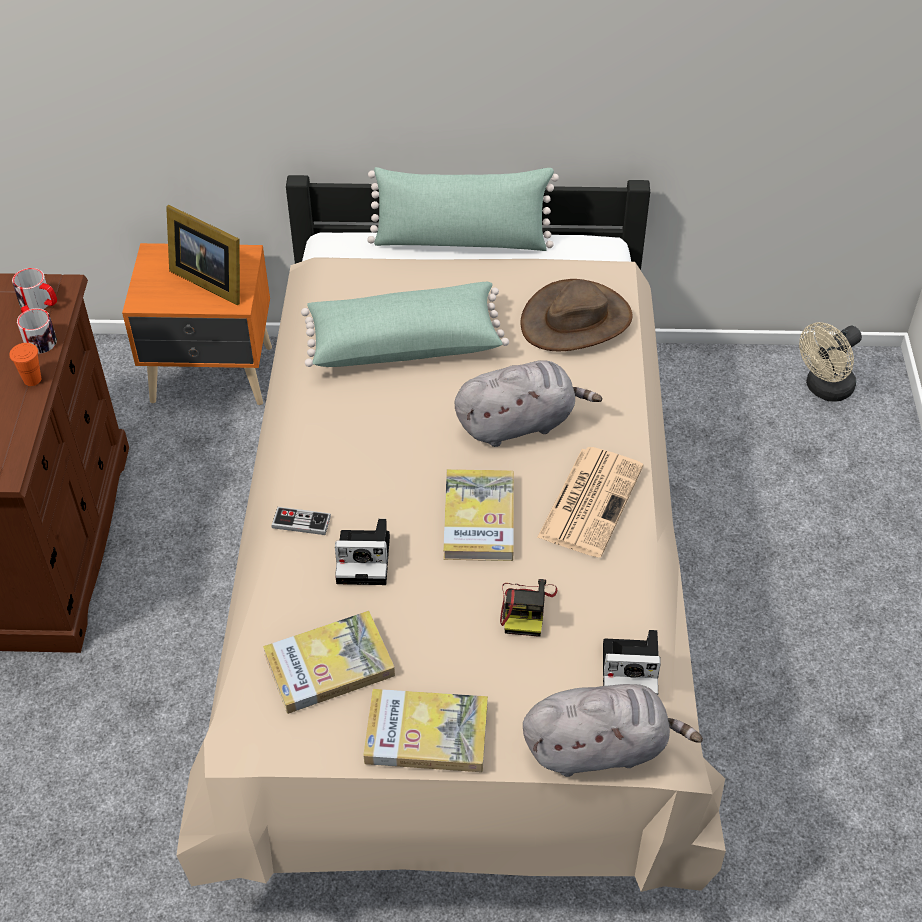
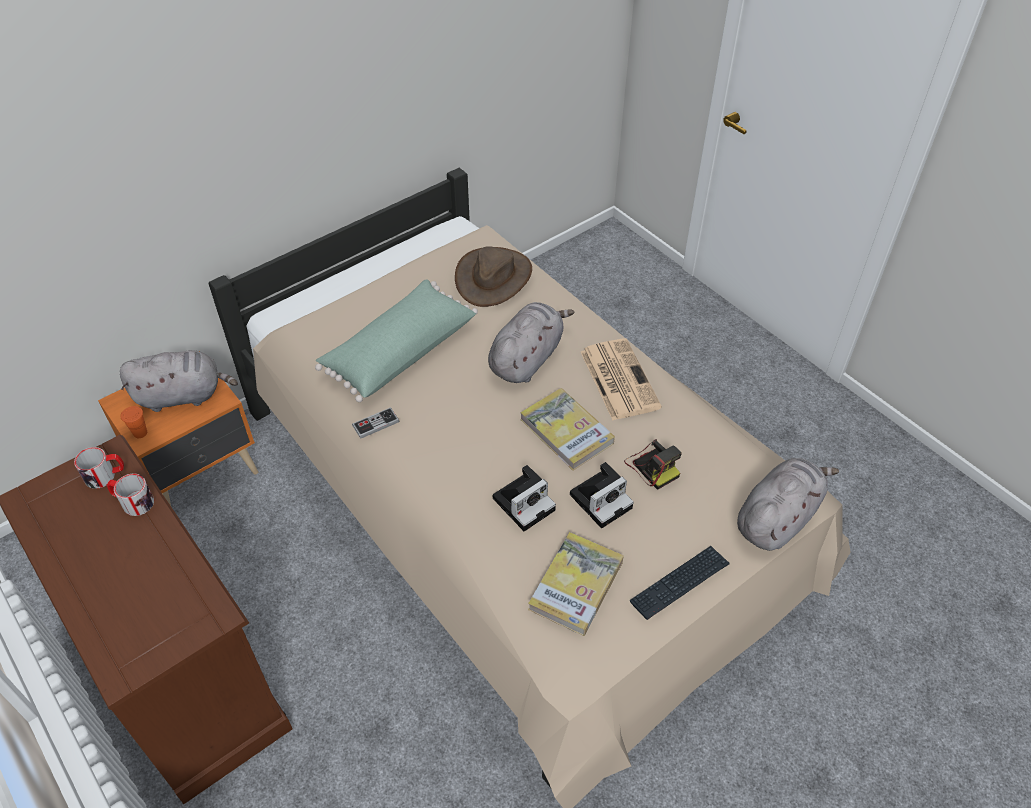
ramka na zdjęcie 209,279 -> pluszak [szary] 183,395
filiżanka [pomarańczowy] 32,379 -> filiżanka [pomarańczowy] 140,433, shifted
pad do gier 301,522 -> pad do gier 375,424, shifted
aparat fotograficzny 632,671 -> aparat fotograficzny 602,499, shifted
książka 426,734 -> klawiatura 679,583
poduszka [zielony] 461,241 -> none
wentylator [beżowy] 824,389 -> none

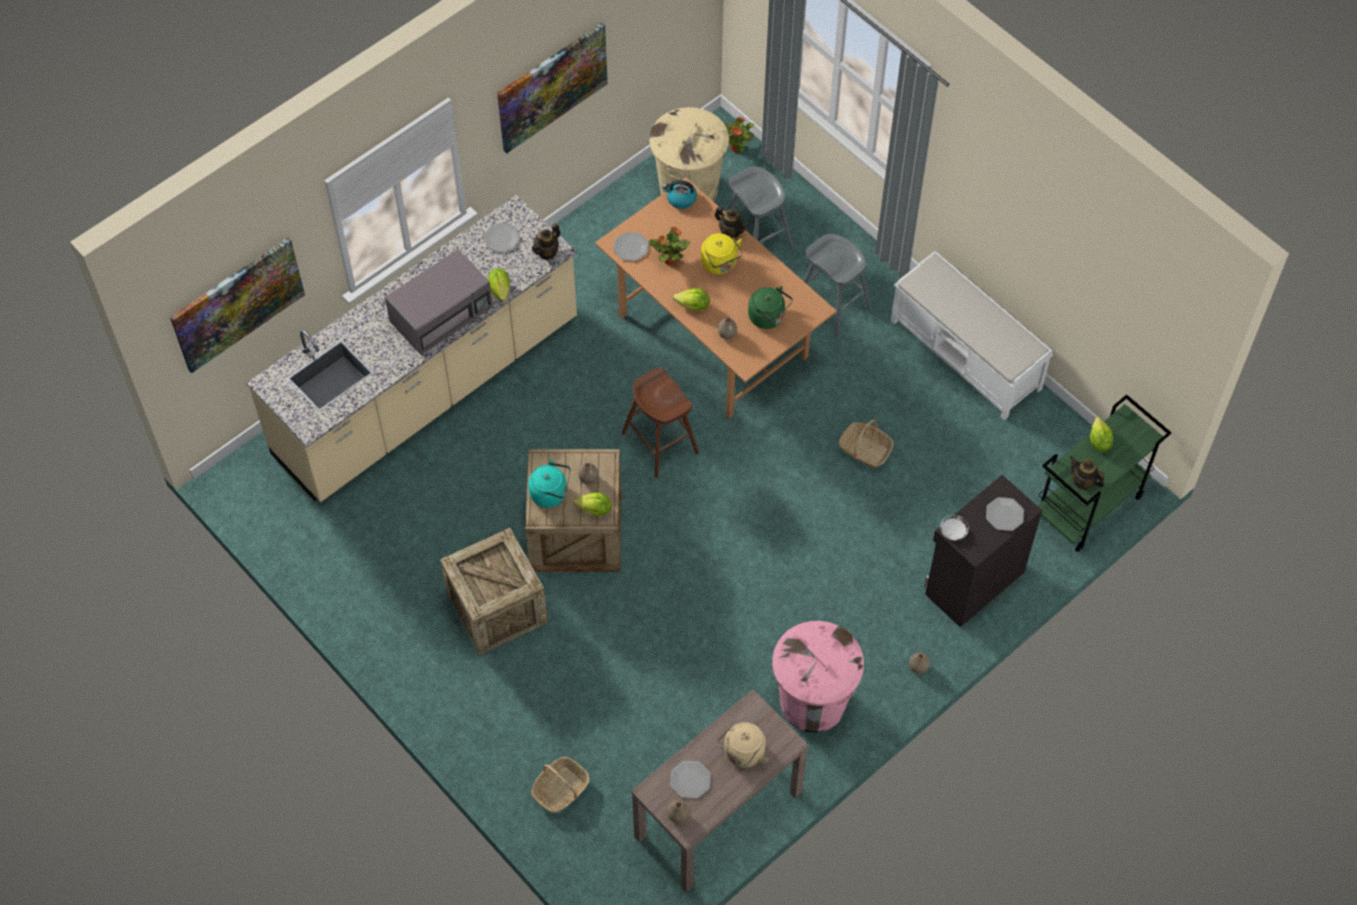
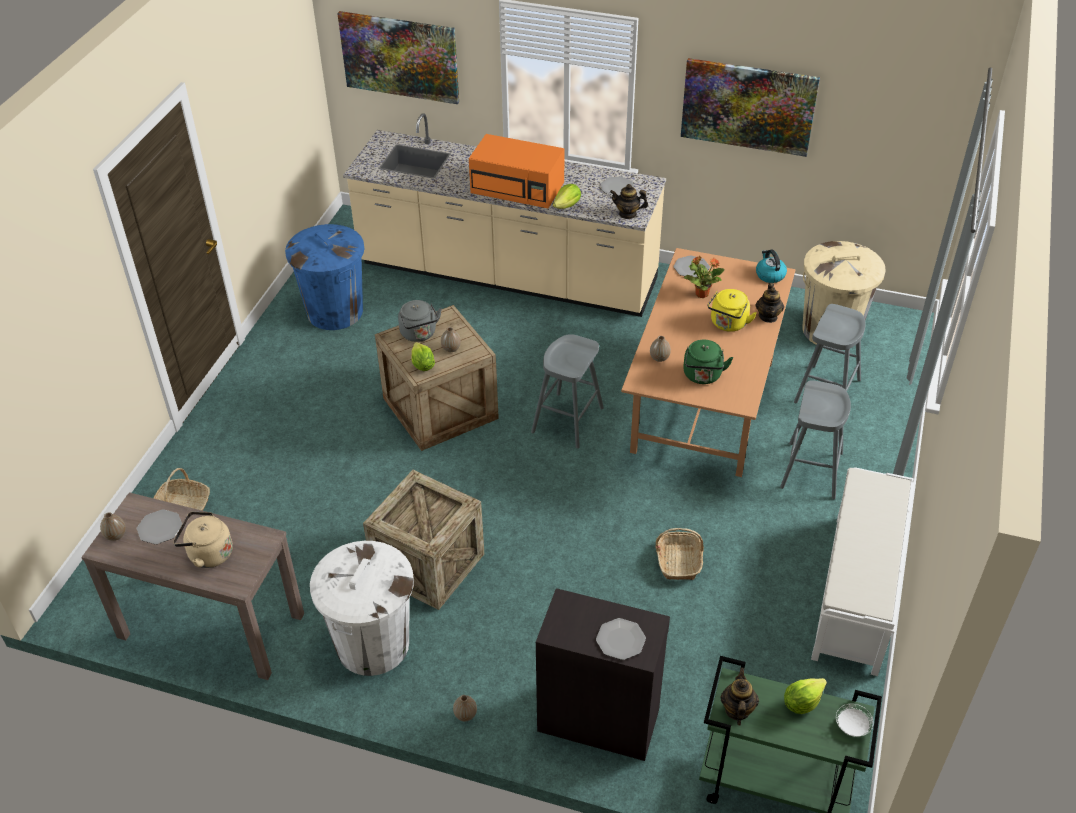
none -> kosz na śmieci [niebieski] 335,311
kosz na śmieci [różowy] 813,702 -> kosz na śmieci [biały] 372,645
skrzynka 497,608 -> skrzynka 428,564, shifted
czajnik [turkusowy] 551,494 -> czajnik [szary] 419,334
mikrofalówka [szary] 442,313 -> mikrofalówka [pomarańczowy] 518,187
stołek [brązowy] 660,443 -> stołek [szary] 567,420
talerz [biały] 953,532 -> talerz [biały] 852,726, shifted
sałata 693,306 -> none
roślina doniczkowa 736,147 -> none

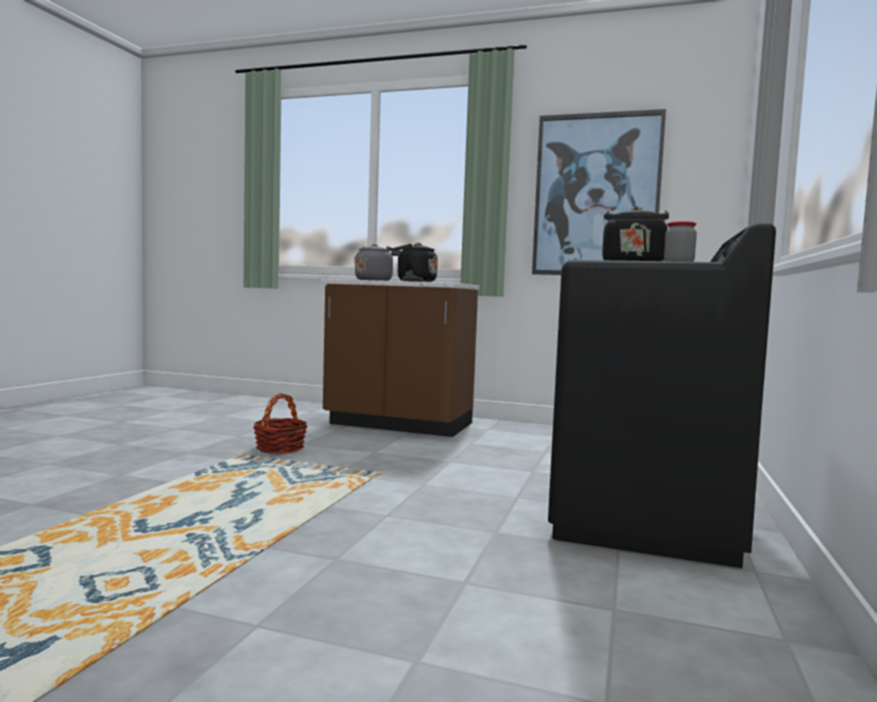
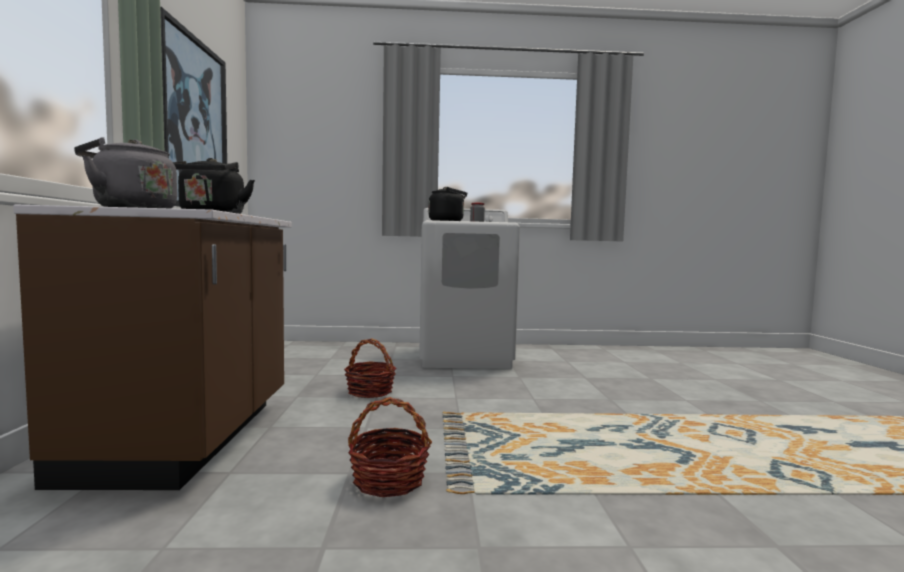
none -> koszyk 370,391
pralka [czarny] 643,523 -> pralka [biały] 465,357

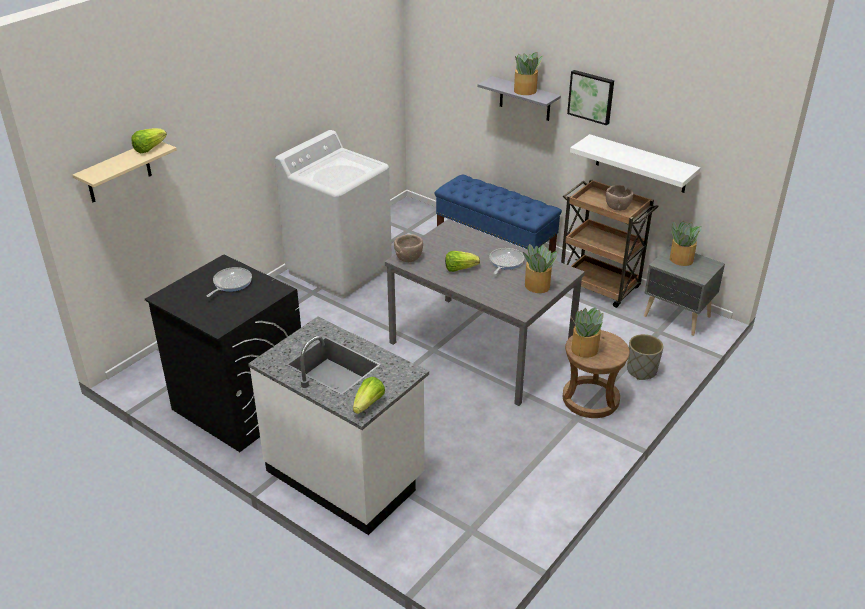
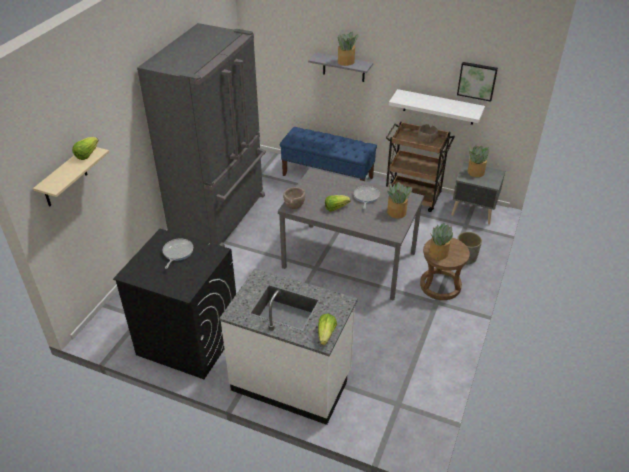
pralka [biały] 340,269 -> lodówka [szary] 221,214
obraz 591,96 -> obraz 477,80, shifted

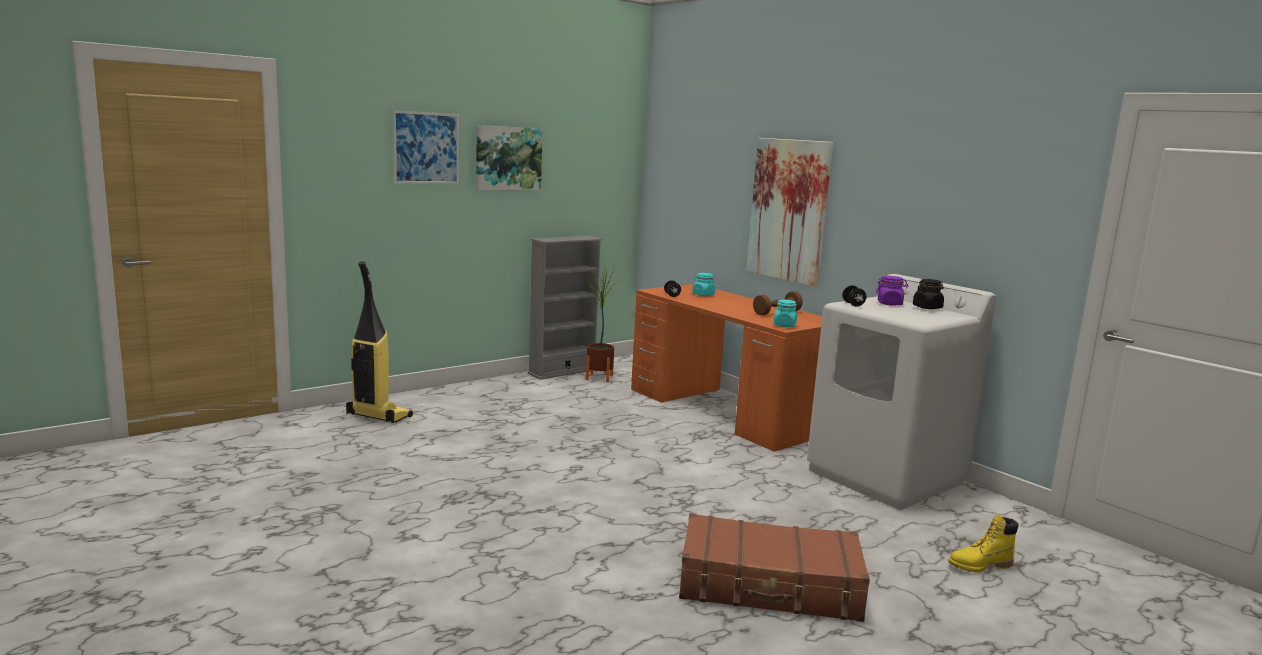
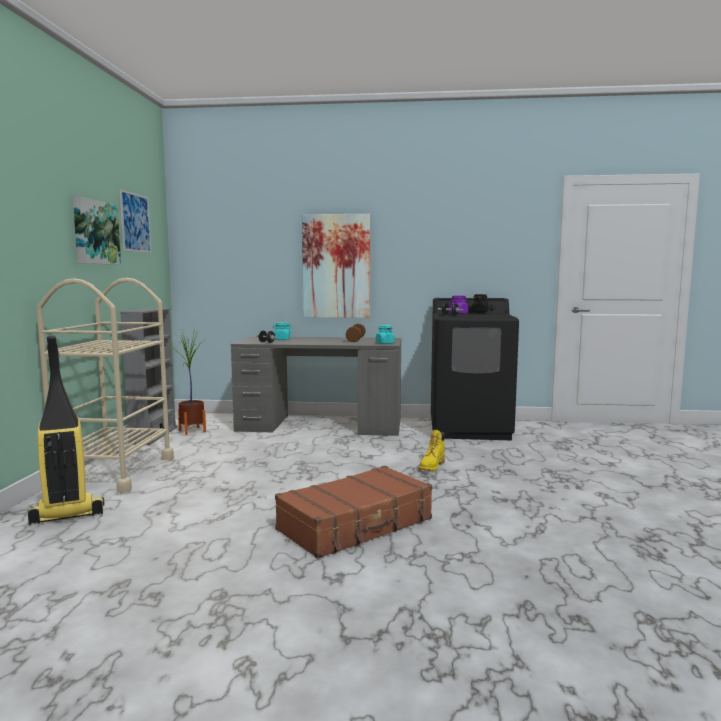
none -> wózek [beżowy] 114,472
obraz 426,148 -> obraz 135,222, shifted
biurko [pomarańczowy] 726,410 -> biurko [szary] 321,424
walizka [brązowy] 770,586 -> walizka [brązowy] 356,525, shifted
but z cholewką [żółty] 979,566 -> but z cholewką [żółty] 432,467, shifted
pralka [biały] 886,477 -> pralka [czarny] 470,429

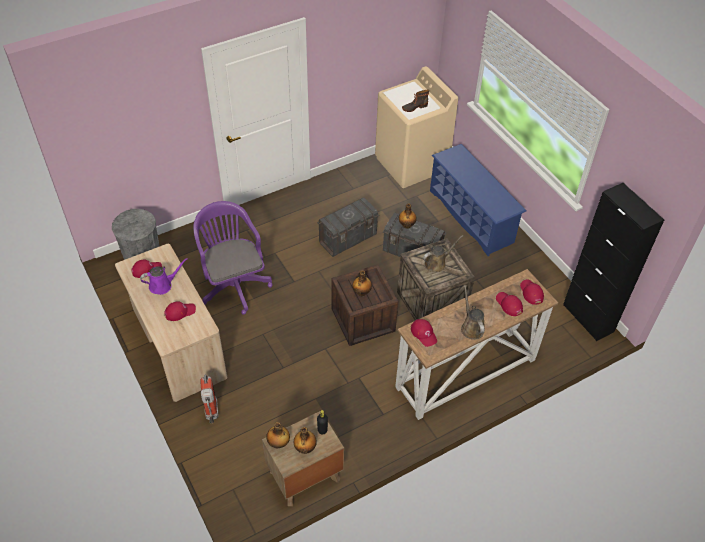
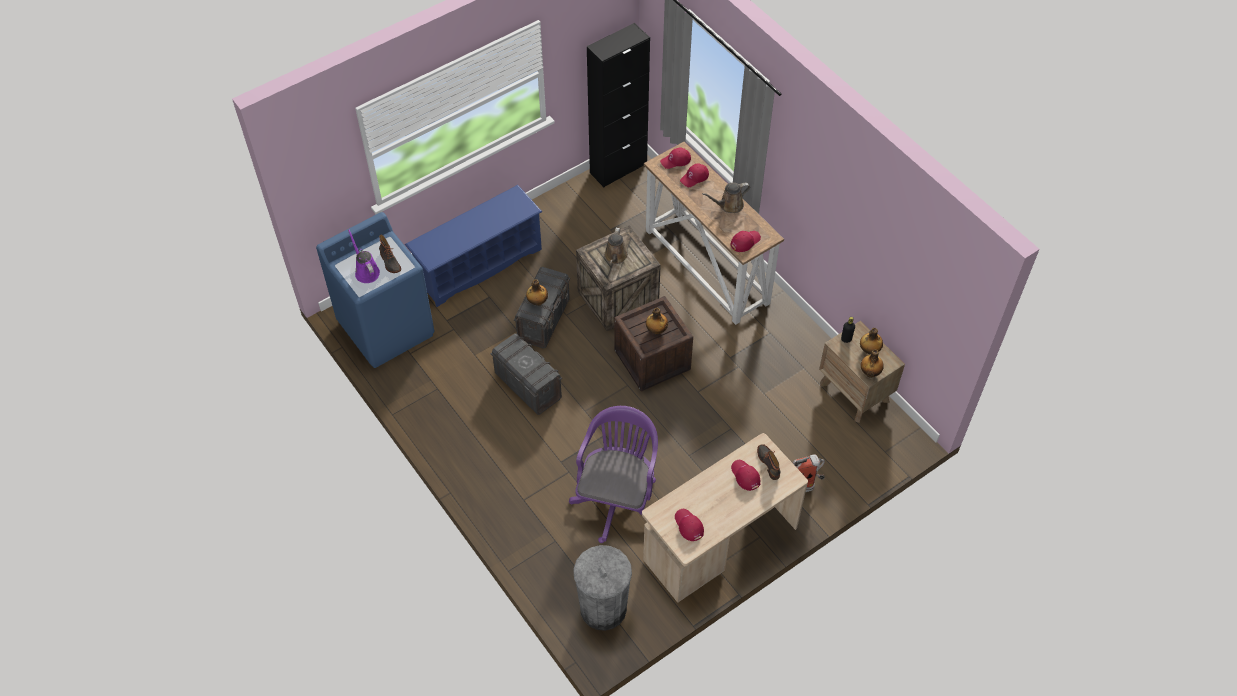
pralka [beżowy] 411,164 -> pralka [niebieski] 387,328
konewka [fioletowy] 163,285 -> konewka [fioletowy] 366,271, shifted
krzesło biurowe [fioletowy] 233,284 -> krzesło biurowe [fioletowy] 617,499, 135 degrees clockwise
konewka [brązowy] 437,263 -> konewka [brązowy] 615,257, 135 degrees counterclockwise
none -> but z cholewką 769,463

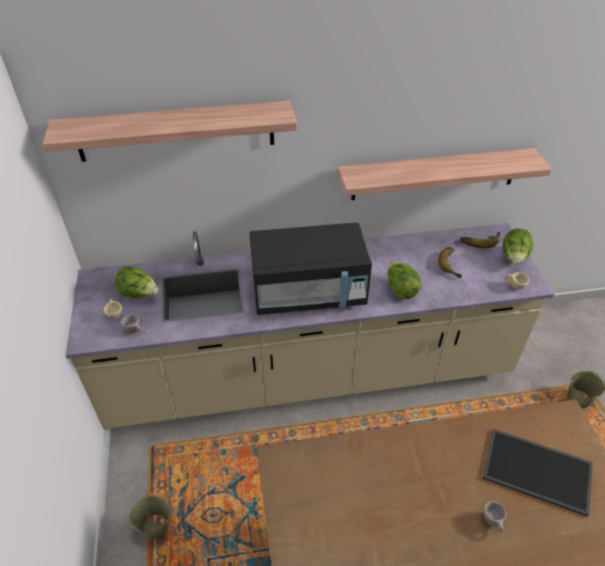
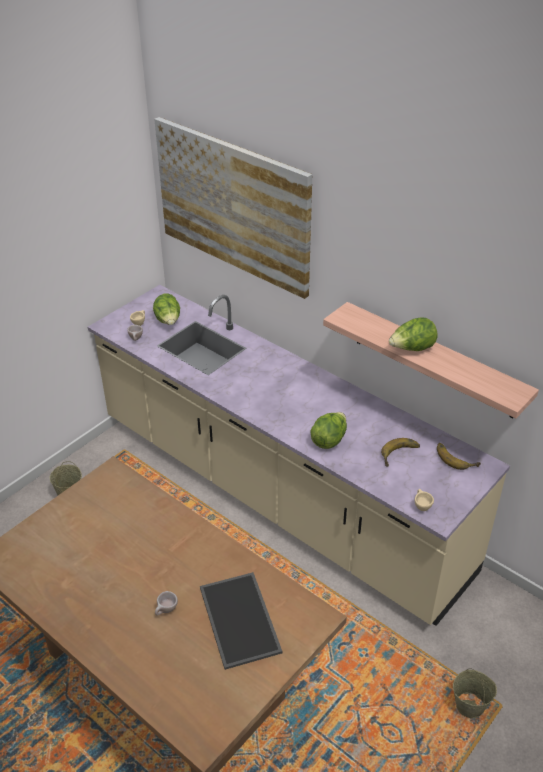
półka 176,131 -> obraz 233,205
sałata 514,257 -> sałata 412,349, shifted
mikrofalówka [czarny] 308,293 -> none

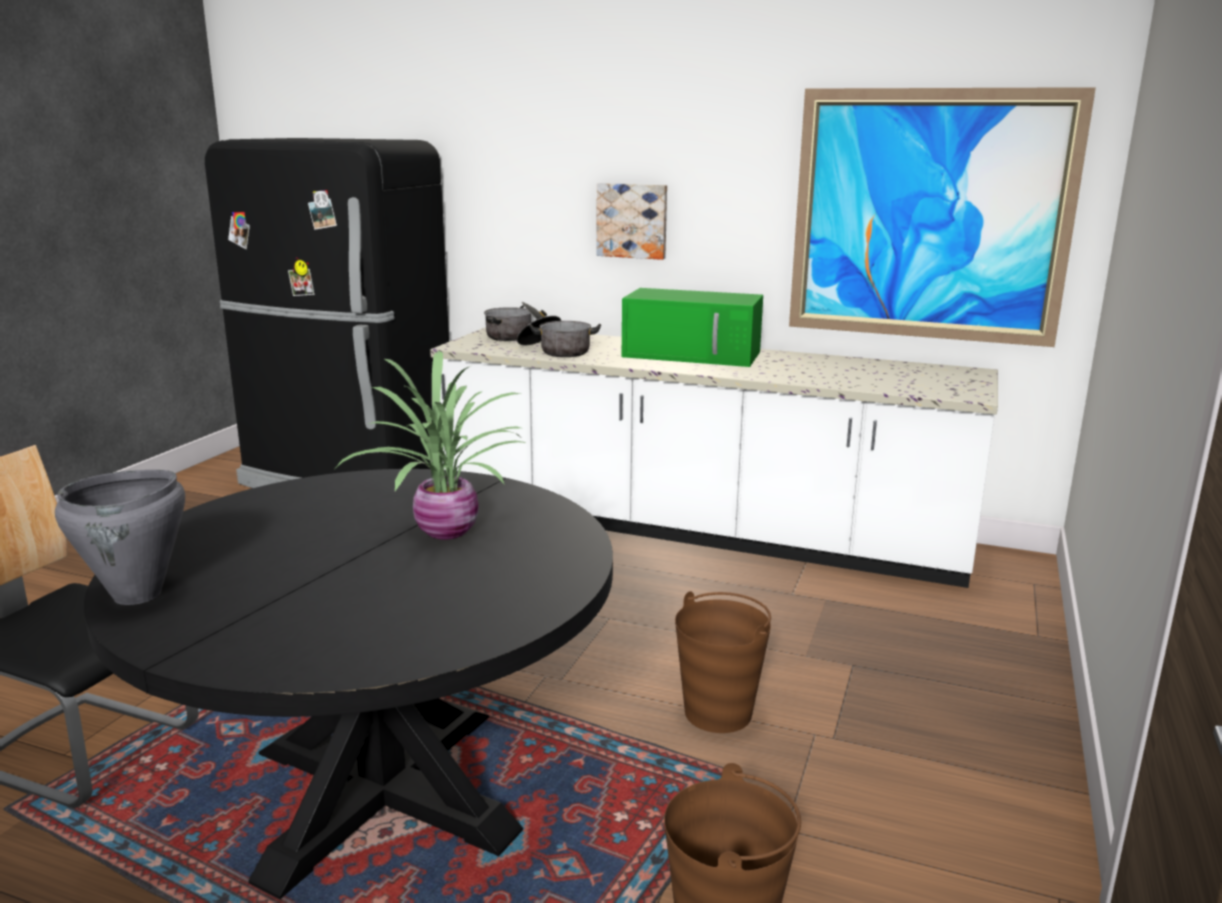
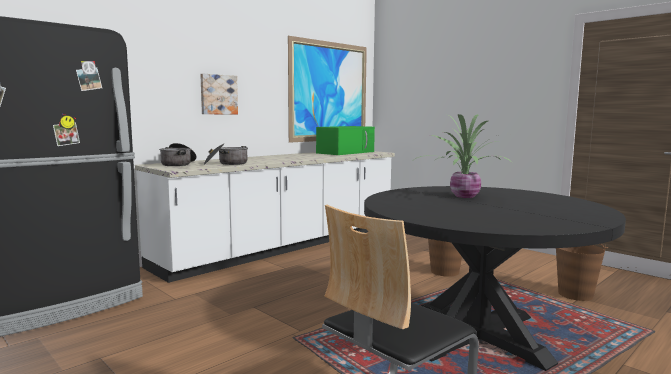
mikrofalówka [zielony] 693,354 -> mikrofalówka [zielony] 346,152, shifted
garnek [szary] 138,595 -> none

